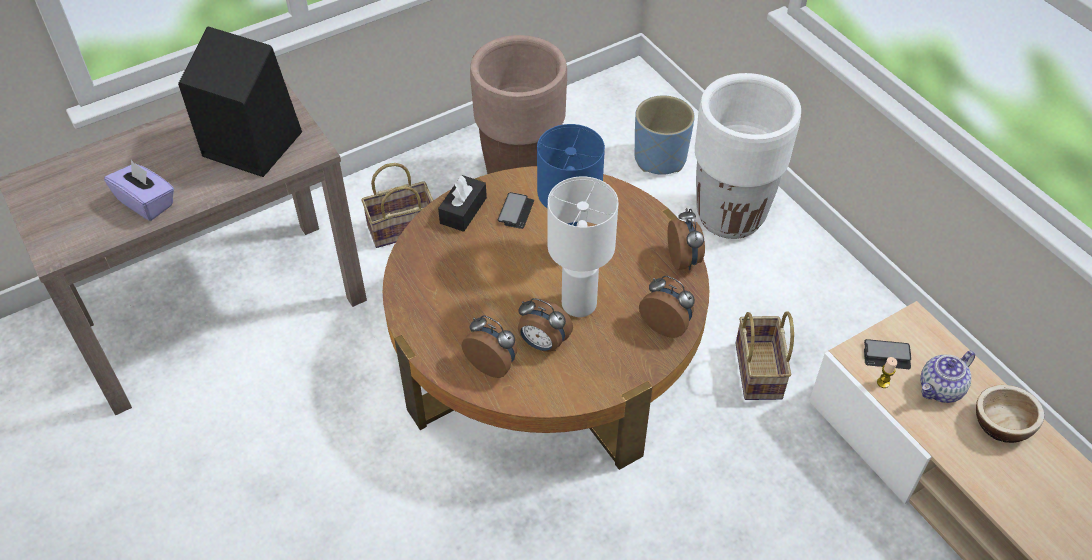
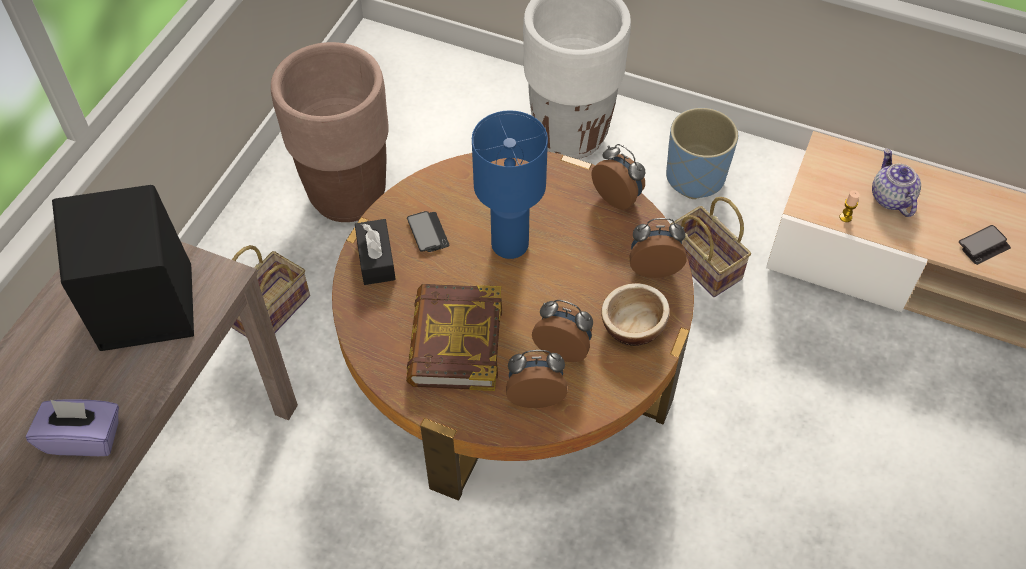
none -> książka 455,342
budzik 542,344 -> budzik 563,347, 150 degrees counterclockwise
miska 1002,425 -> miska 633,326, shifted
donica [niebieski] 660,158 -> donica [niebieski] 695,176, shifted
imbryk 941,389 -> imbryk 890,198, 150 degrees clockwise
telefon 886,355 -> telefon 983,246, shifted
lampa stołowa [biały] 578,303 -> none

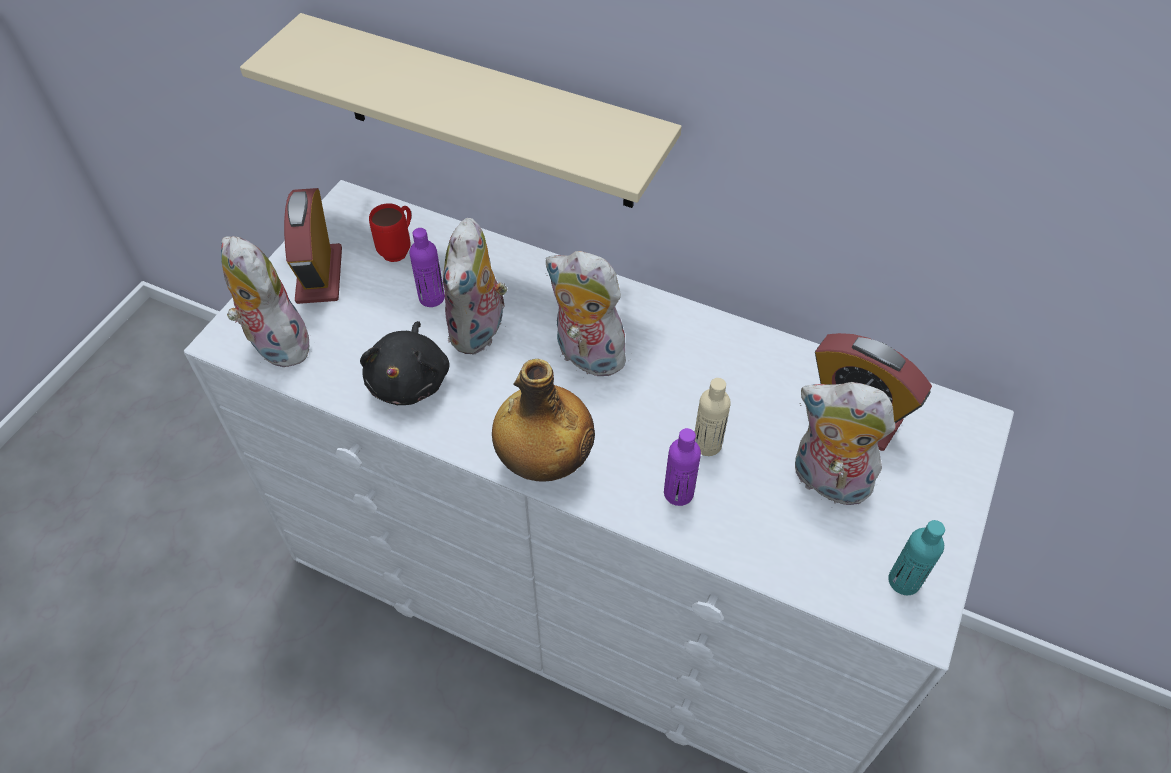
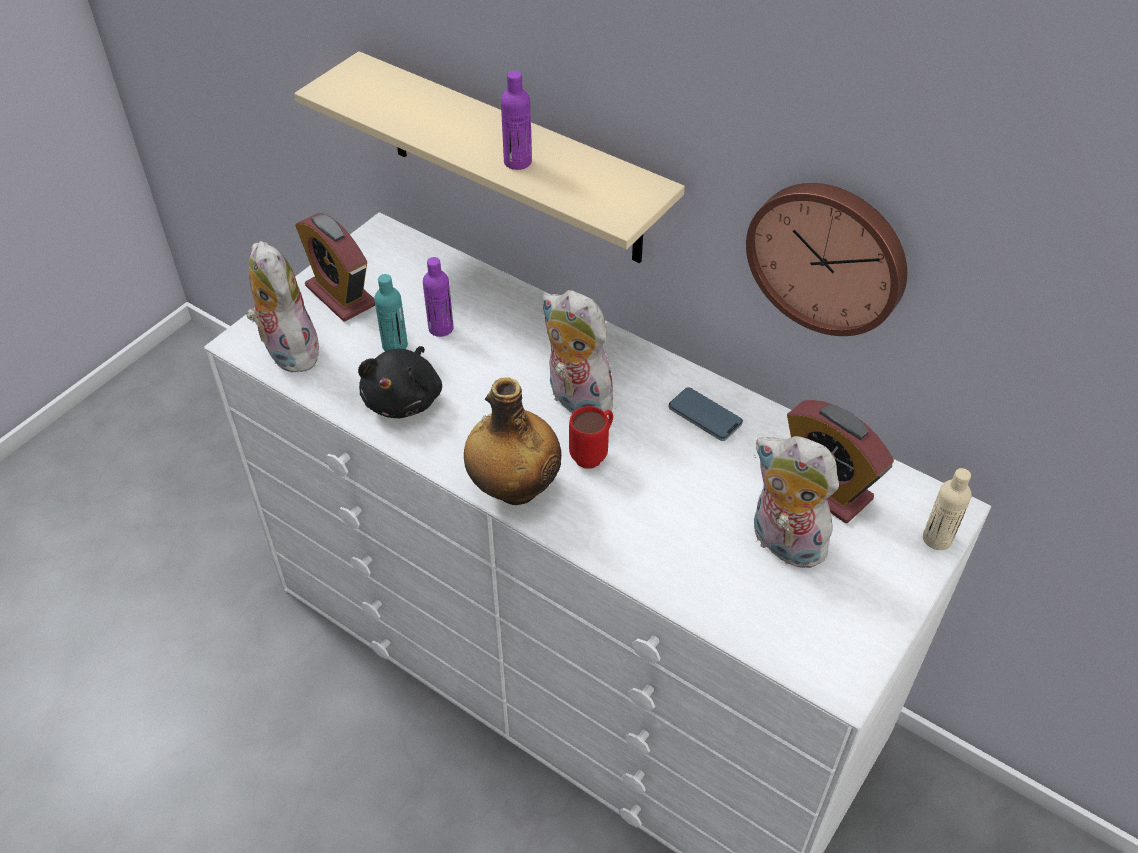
budzik 319,275 -> budzik 341,295, 45 degrees counterclockwise
butelka [turkusowy] 904,581 -> butelka [turkusowy] 395,345, shifted
butelka [fioletowy] 678,493 -> butelka [fioletowy] 517,162, shifted
kubek [czerwony] 399,249 -> kubek [czerwony] 593,454, shifted
none -> telefon 704,416
none -> zegar ścienny 829,256
butelka [beżowy] 707,444 -> butelka [beżowy] 937,539, shifted
pluszak 479,332 -> none

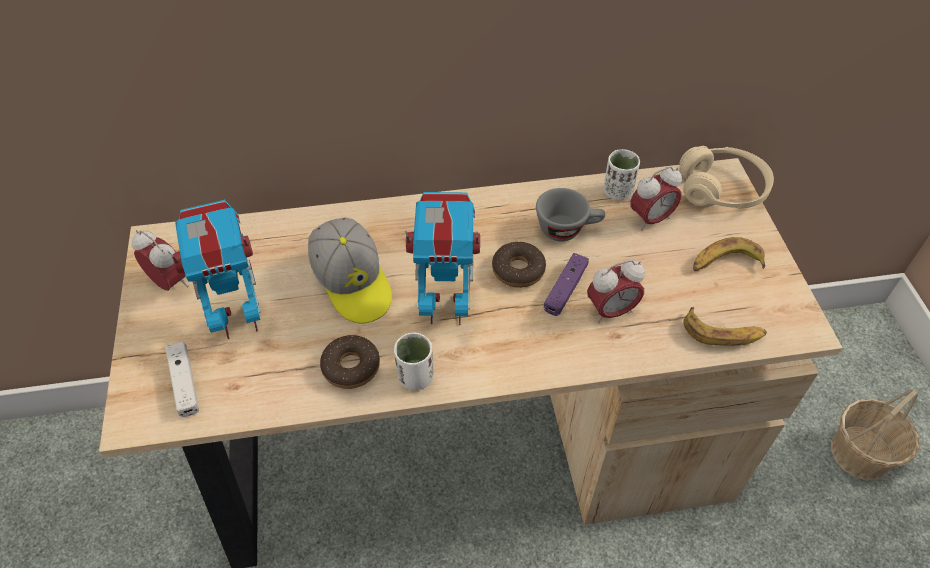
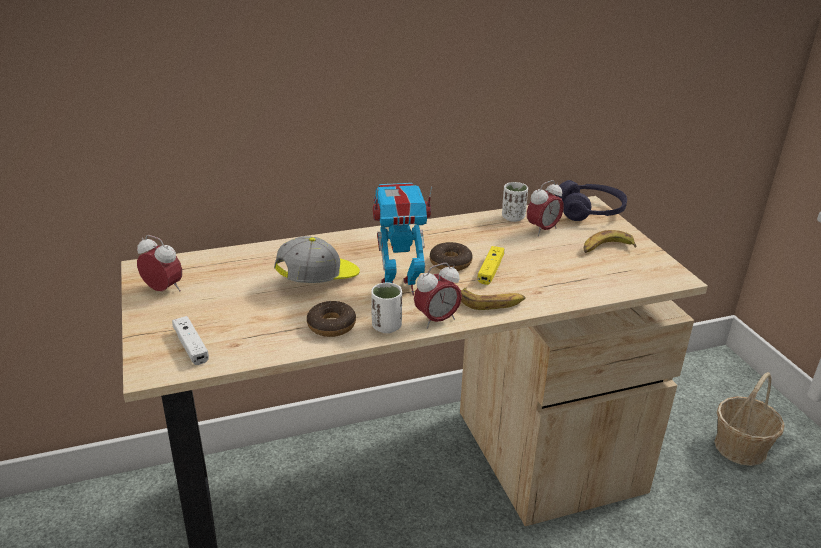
czapka z daszkiem 352,283 -> czapka z daszkiem 319,279, 90 degrees counterclockwise
budzik 611,311 -> budzik 437,320, shifted
banan 722,333 -> banan 491,303, shifted
pad do gier [fioletowy] 565,289 -> pad do gier [żółty] 490,270
słuchawki [beżowy] 721,189 -> słuchawki [fioletowy] 590,211
robot zabawkowy 239,319 -> none
filiżanka [szary] 567,229 -> none

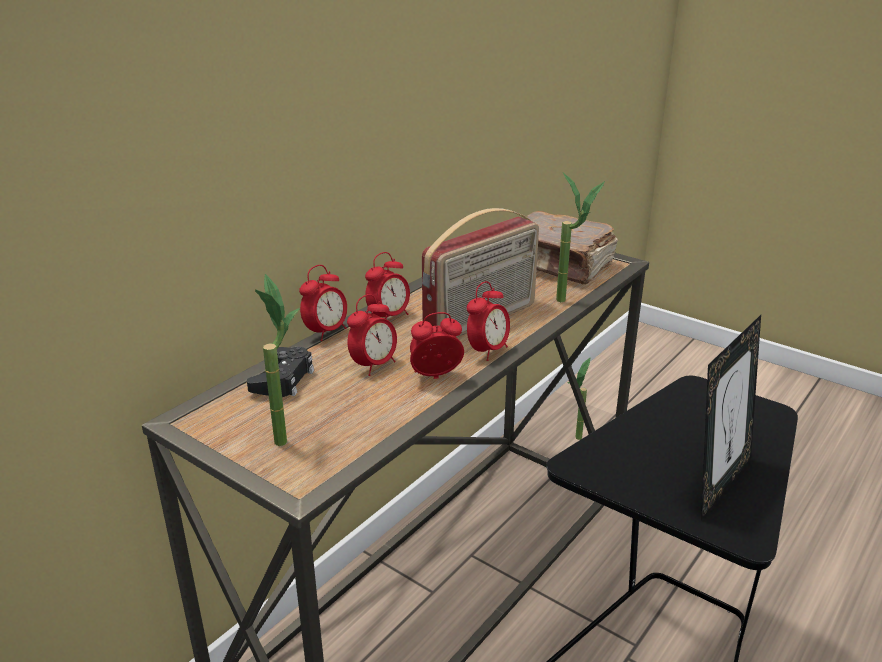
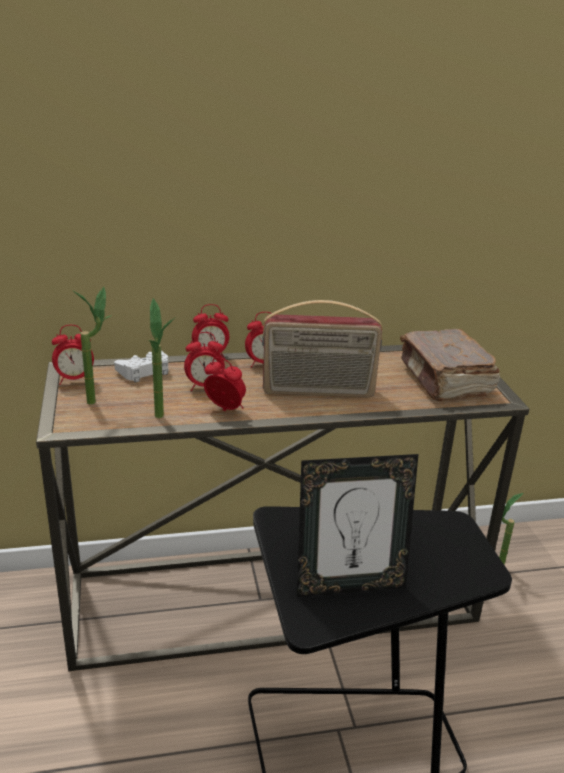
budzik 487,351 -> budzik 74,380, shifted
pad do gier [czarny] 283,379 -> pad do gier [biały] 144,371
roślina doniczkowa 570,301 -> roślina doniczkowa 163,420, shifted

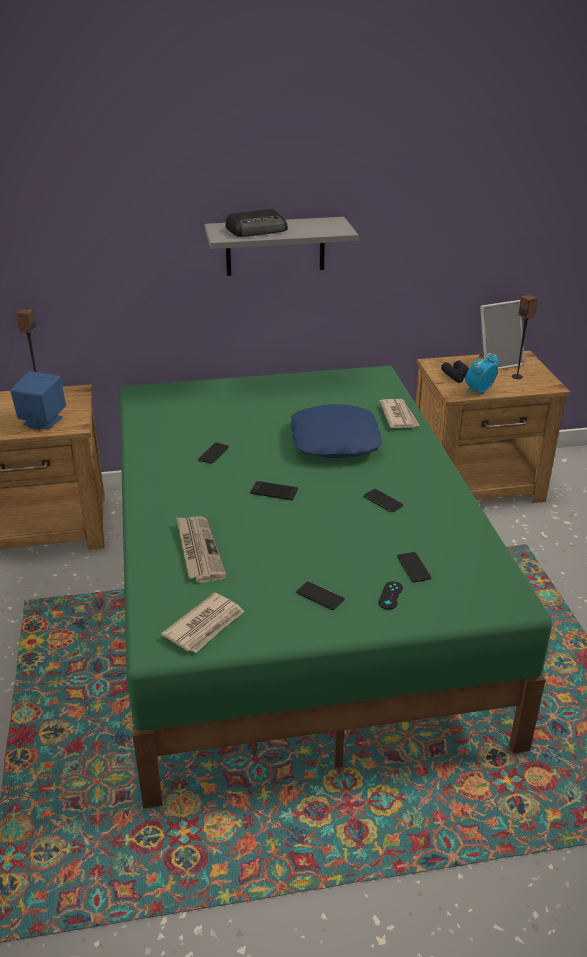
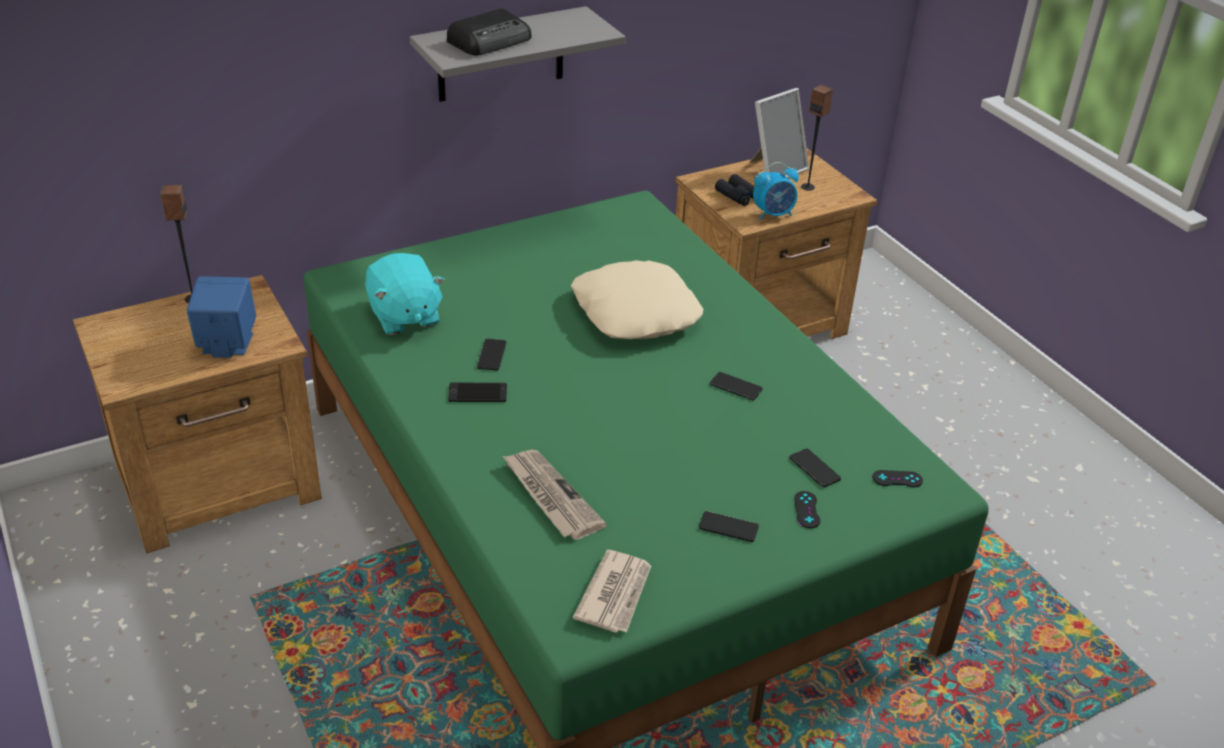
none -> pluszak [turkusowy] 404,317
telefon 274,491 -> telefon 477,393, shifted
poduszka [niebieski] 334,441 -> poduszka [beżowy] 634,312
budzik 479,391 -> budzik 773,214, 135 degrees counterclockwise
none -> pad do gier [czarny] 897,479
gazeta 398,416 -> none

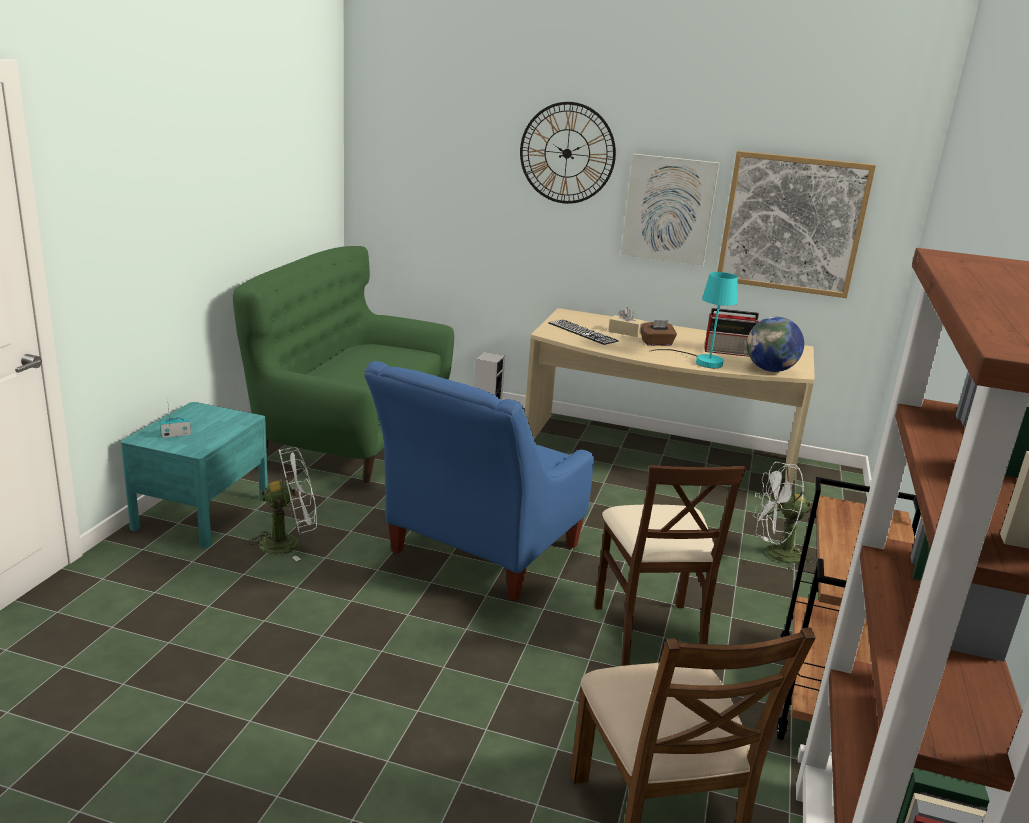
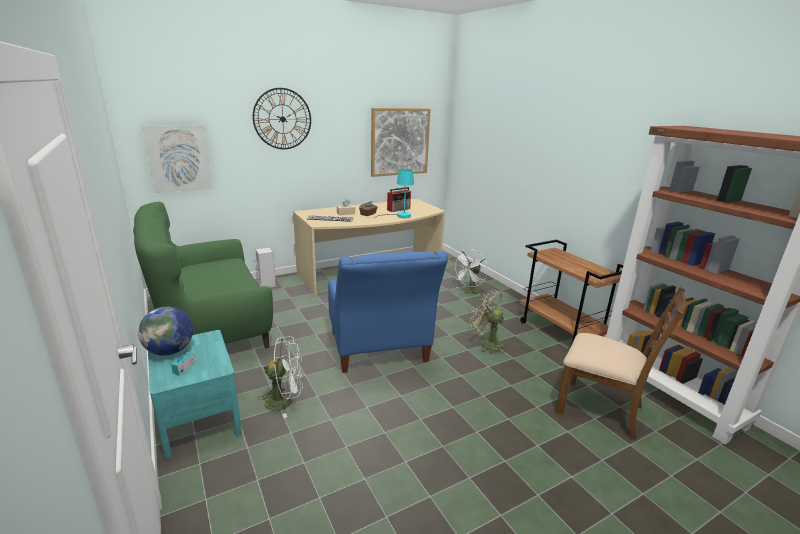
globus 770,370 -> globus 170,351, shifted
obraz 669,209 -> obraz 179,158, shifted
wentylator [biały] 288,543 -> wentylator [biały] 285,401, 60 degrees clockwise
krzesło [beżowy] 649,632 -> wentylator [zielony] 486,343

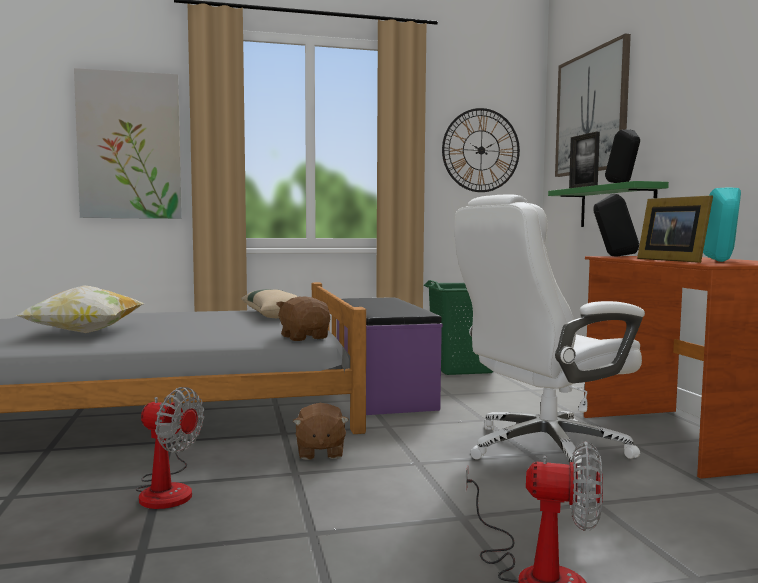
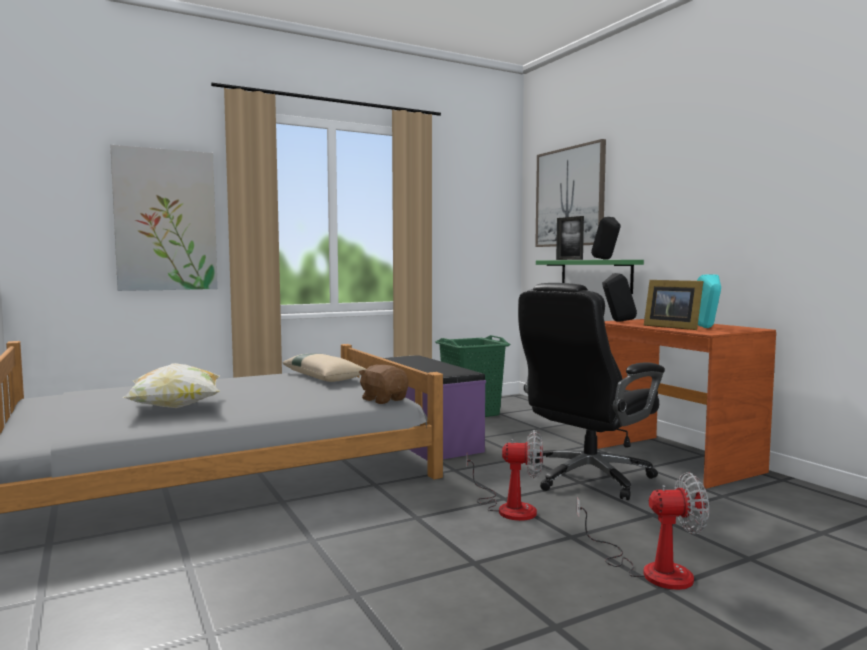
wentylator 167,489 -> wentylator 508,507, shifted
krzesło biurowe [biały] 542,450 -> krzesło biurowe [czarny] 586,478
pluszak [brązowy] 319,452 -> none
zegar ścienny 481,150 -> none

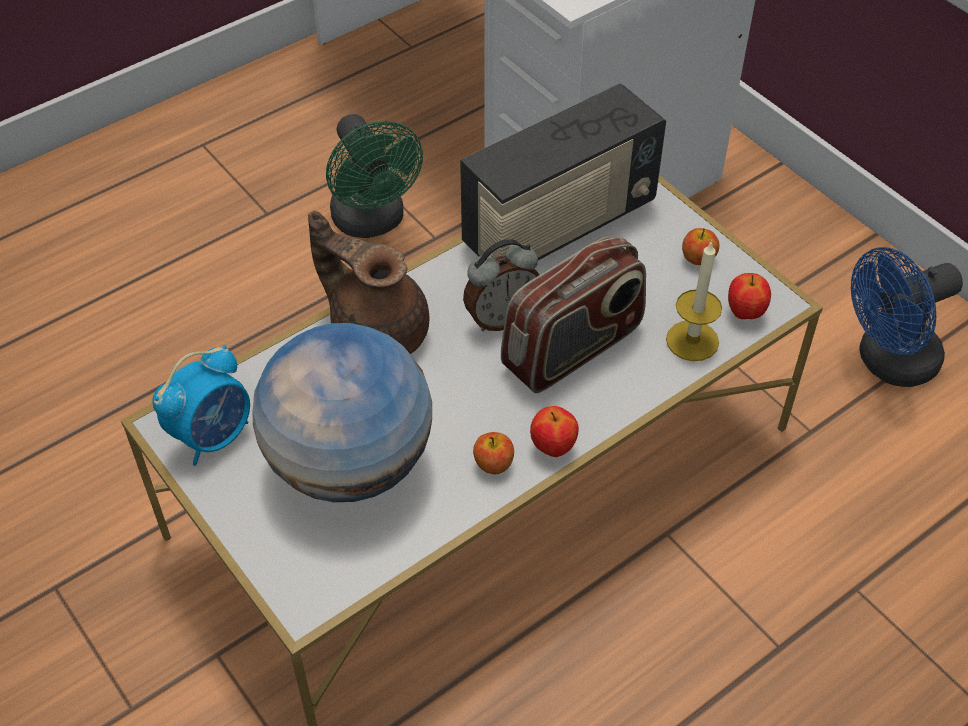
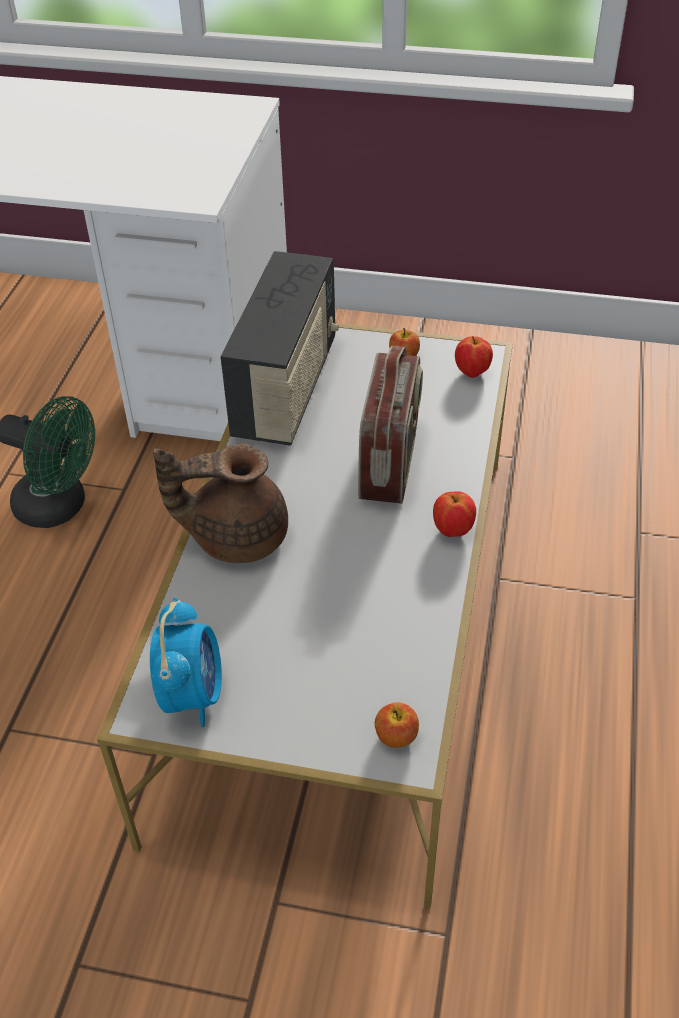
jabłko 493,464 -> jabłko 396,736, shifted
globus 351,463 -> none
budzik 502,318 -> none
świeca 692,340 -> none
wentylator [niebieski] 887,362 -> none

